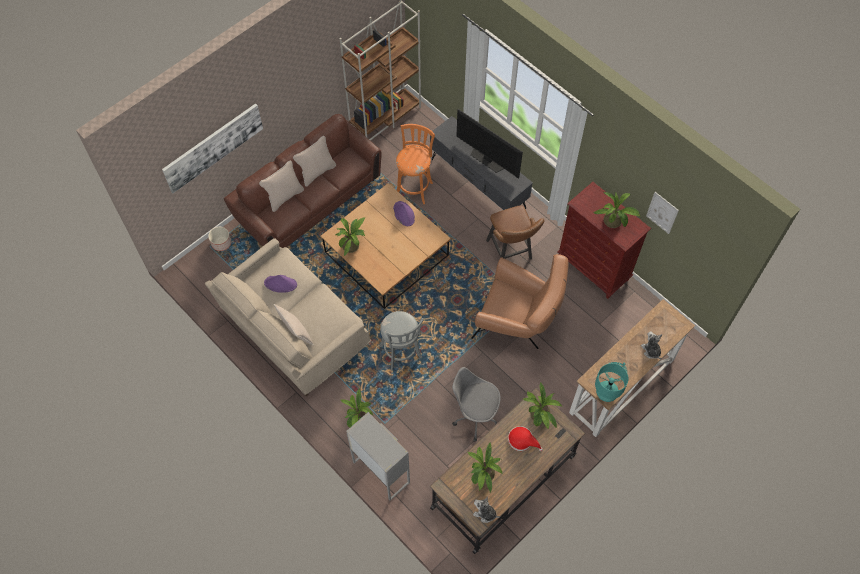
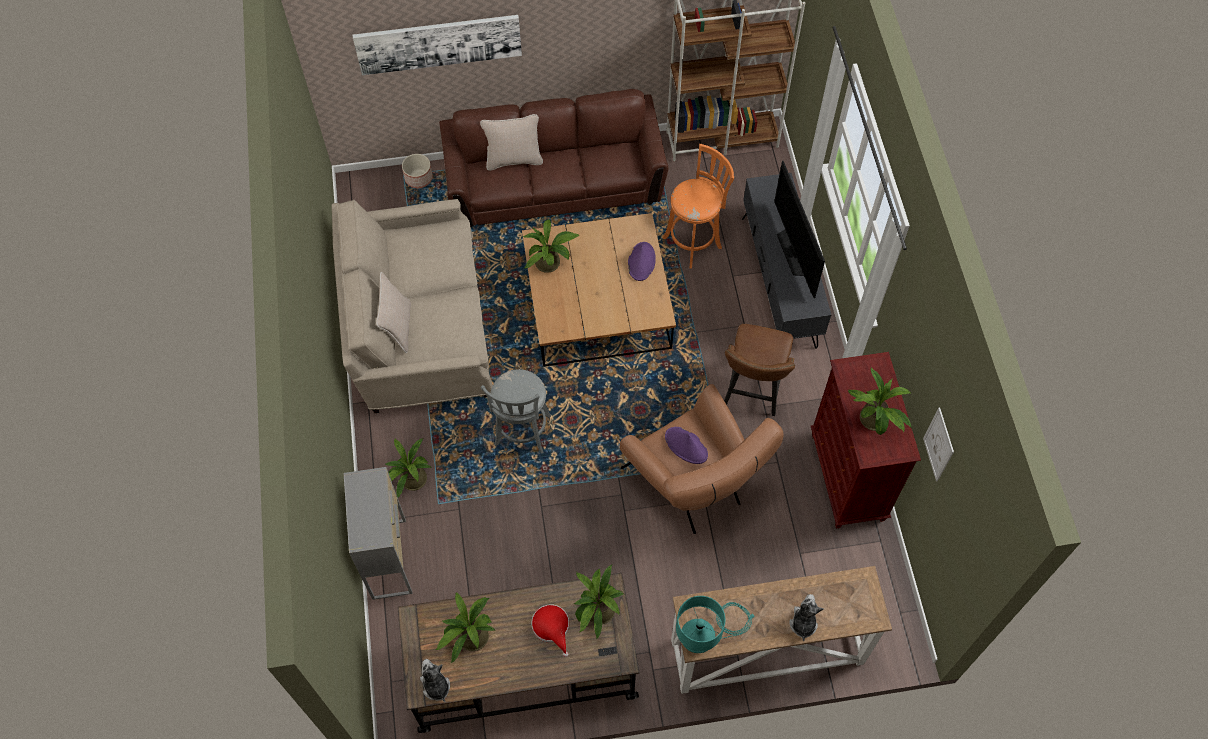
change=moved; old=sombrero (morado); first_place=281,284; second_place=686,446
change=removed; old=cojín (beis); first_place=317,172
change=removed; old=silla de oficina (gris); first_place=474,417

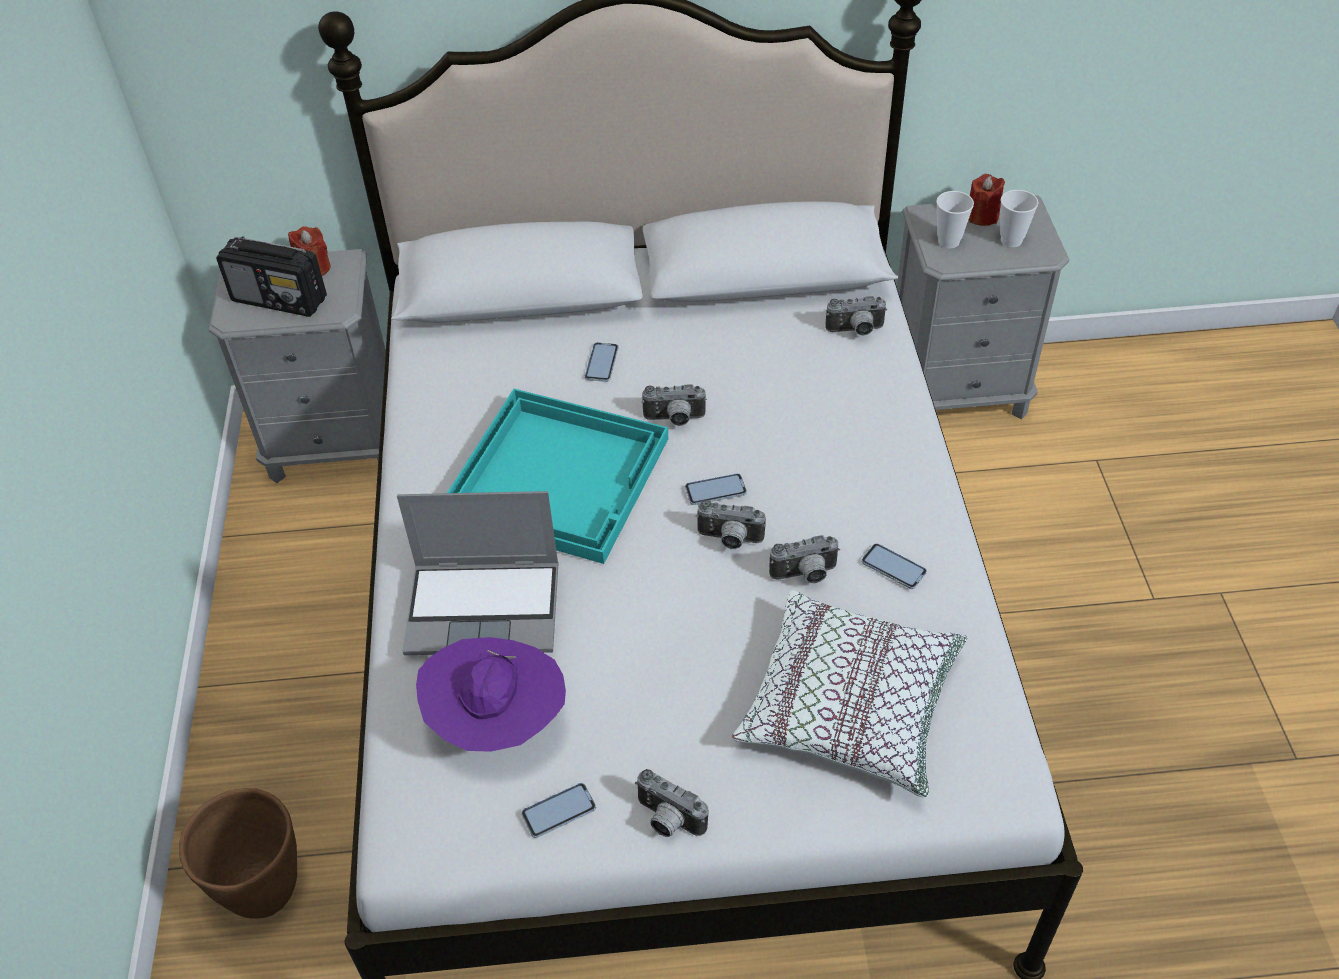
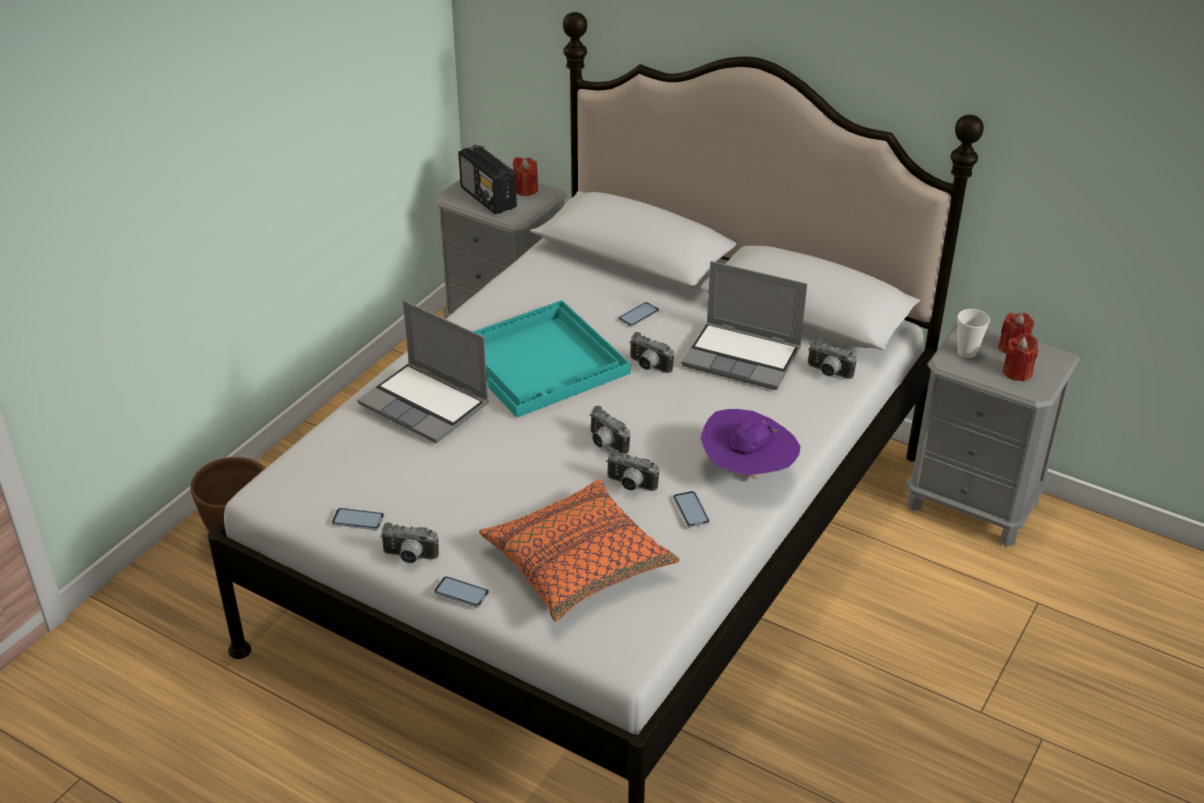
change=moved; old=sombrero (morado); first_place=497,722; second_place=747,473
change=turned; old=cámara; first_place=667,820; second_place=409,557; degrees=-60
change=moved; old=móvil; first_place=715,490; second_place=461,593
change=recoloured; old=cojín (blanco); new=cojín (naranja); first_place=850,704; second_place=578,563
change=replaced; old=taza; new=vela (rojo); first_place=1011,240; second_place=1017,372
change=added; new=portátil; second_place=743,357

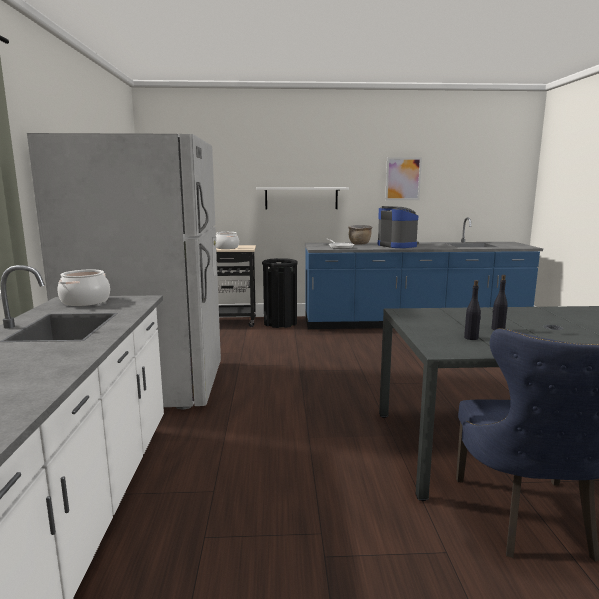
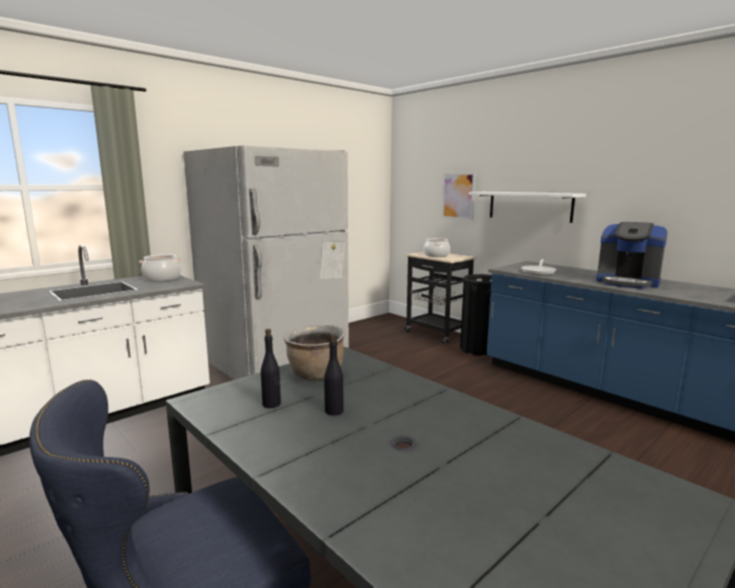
change=moved; old=olla (marrón); first_place=359,244; second_place=316,375
change=turned; old=cafetera; first_place=397,245; second_place=627,282; degrees=105
change=moved; old=cuadro; first_place=403,179; second_place=458,196

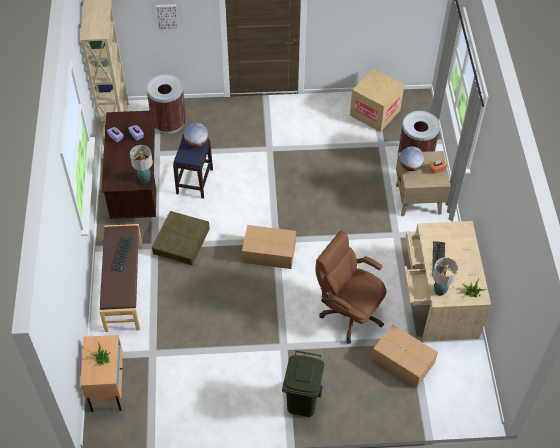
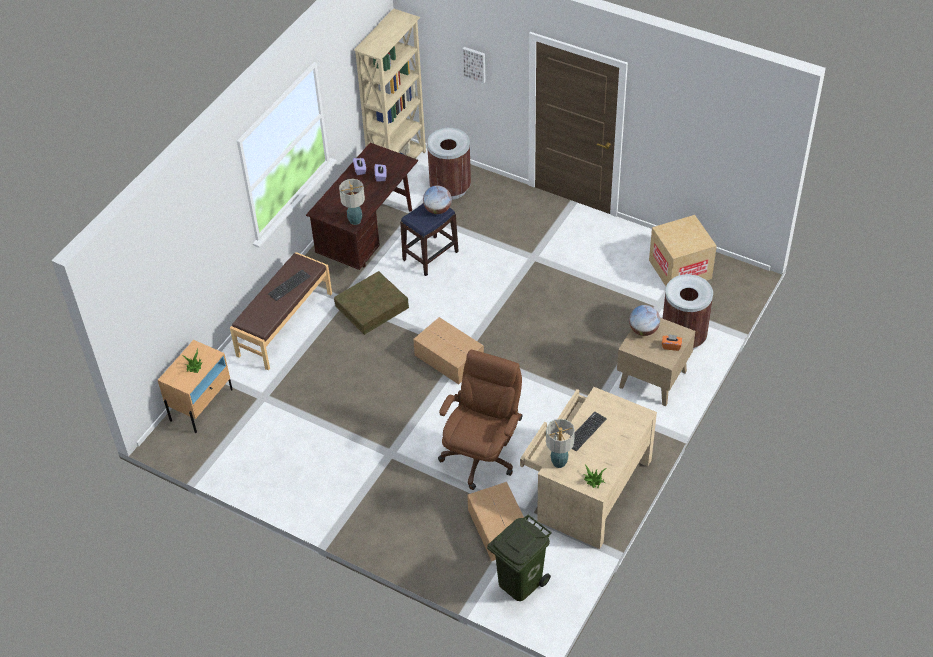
change=moved; old=papelera (verde); first_place=301,402; second_place=519,581
change=turned; old=silla de oficina (marrón); first_place=348,312; second_place=482,454; degrees=45

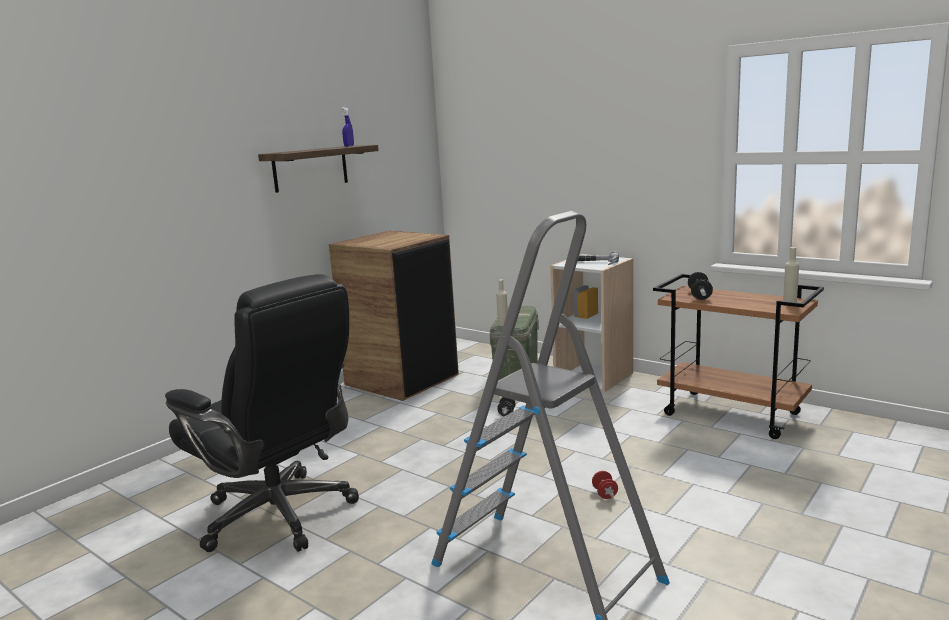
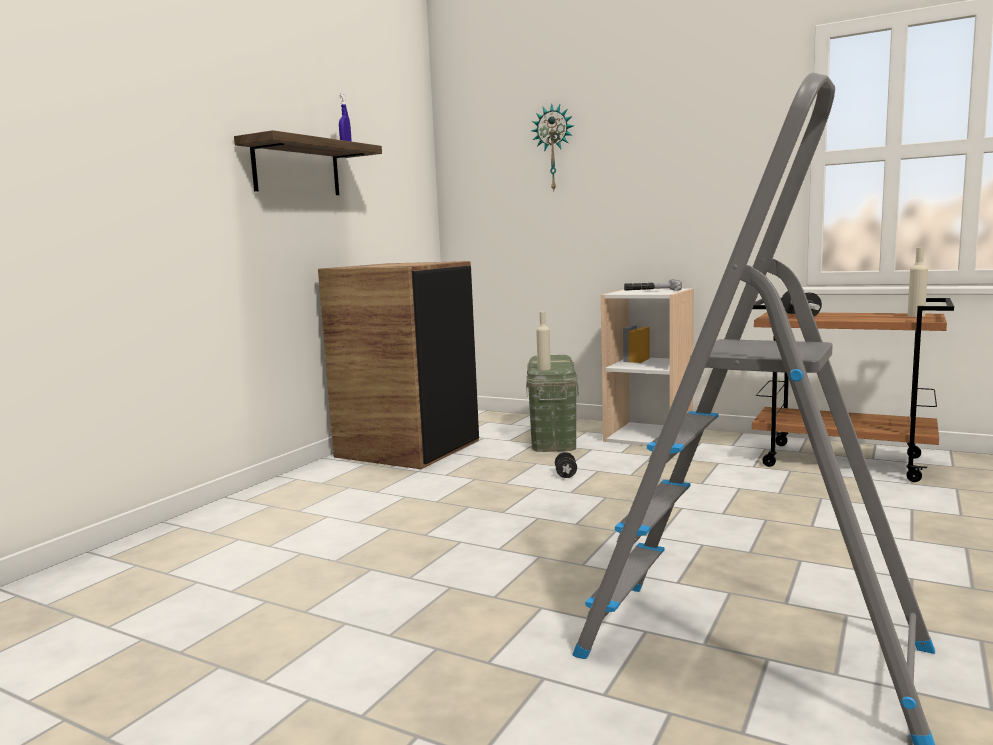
change=removed; old=silla de oficina (negro); first_place=278,514
change=removed; old=mancuerna (rojo); first_place=605,494
change=added; new=reloj de pared; second_place=554,148

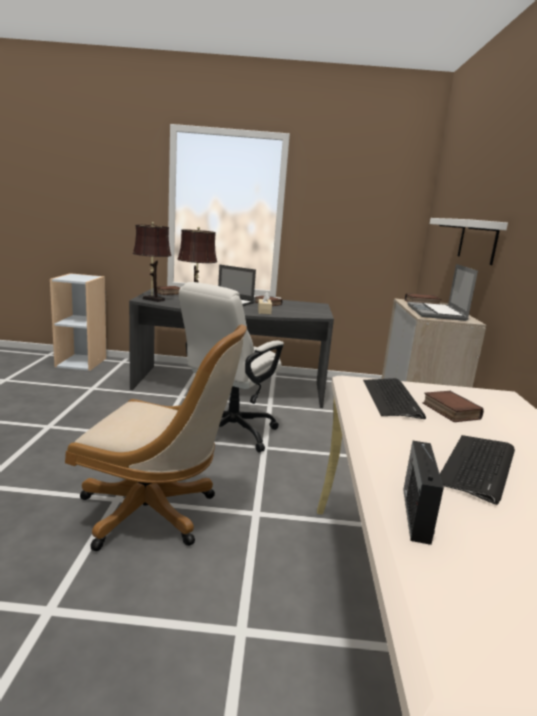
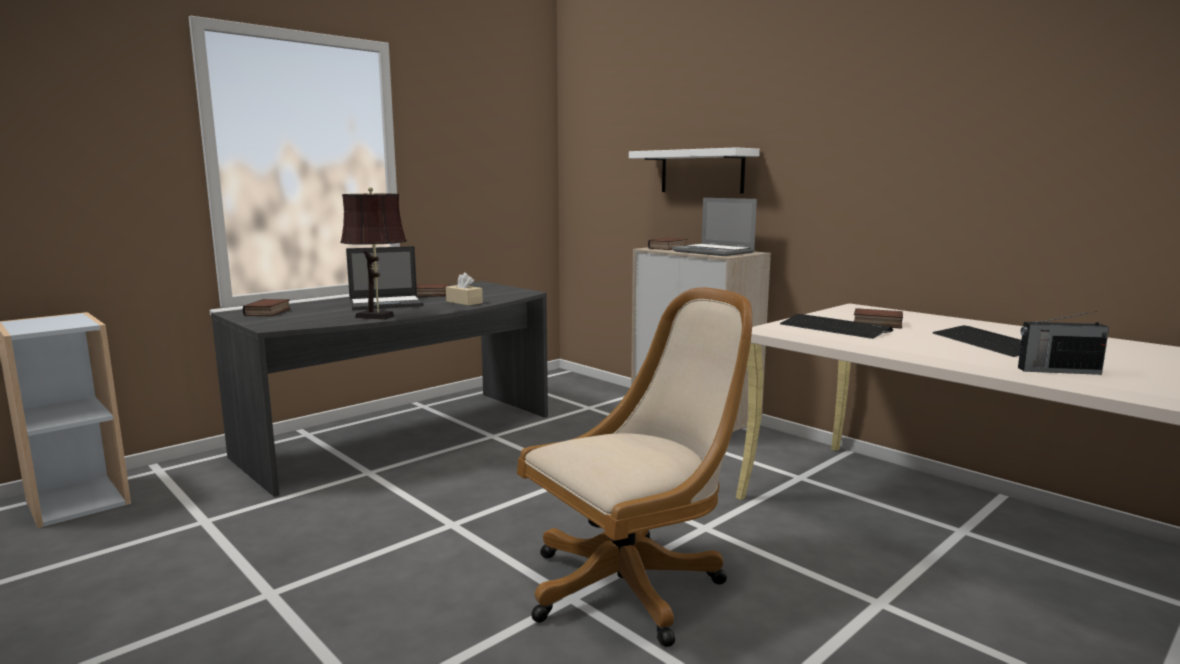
change=removed; old=lámpara de mesa (marrón); first_place=152,299
change=removed; old=silla de oficina (blanco); first_place=229,434
change=turned; old=radio; first_place=416,513; second_place=1057,371; degrees=-45

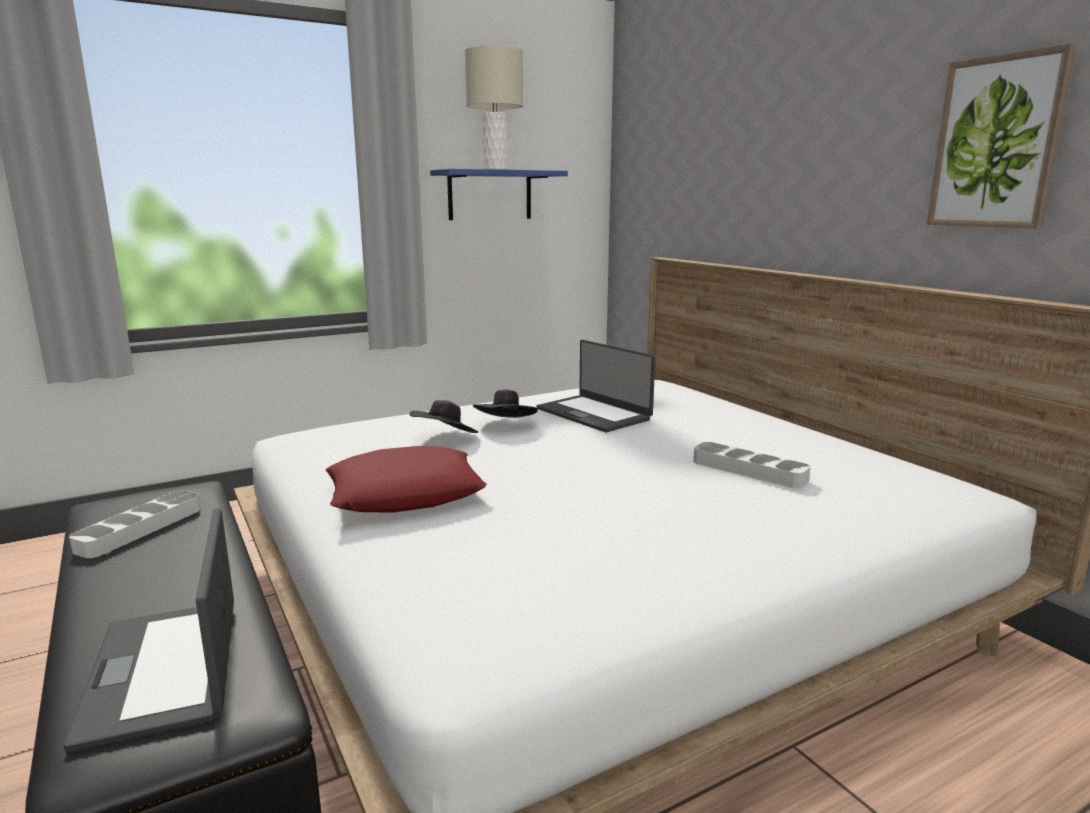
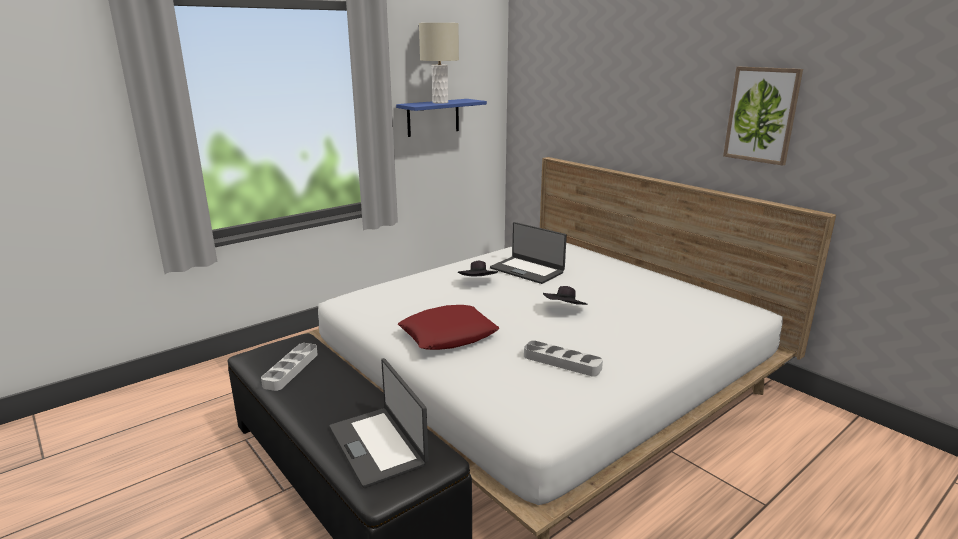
change=moved; old=sombrero (negro); first_place=445,438; second_place=564,310
change=moved; old=bandeja (gris); first_place=748,470; second_place=562,362

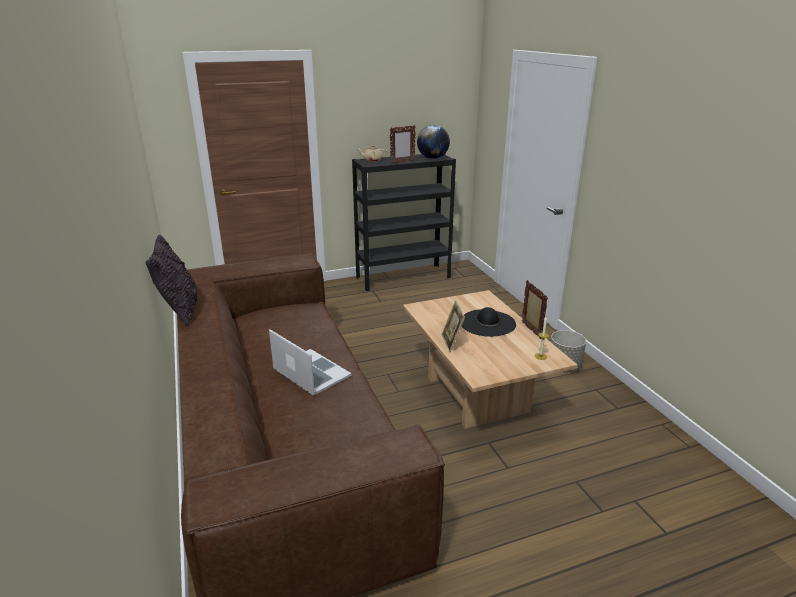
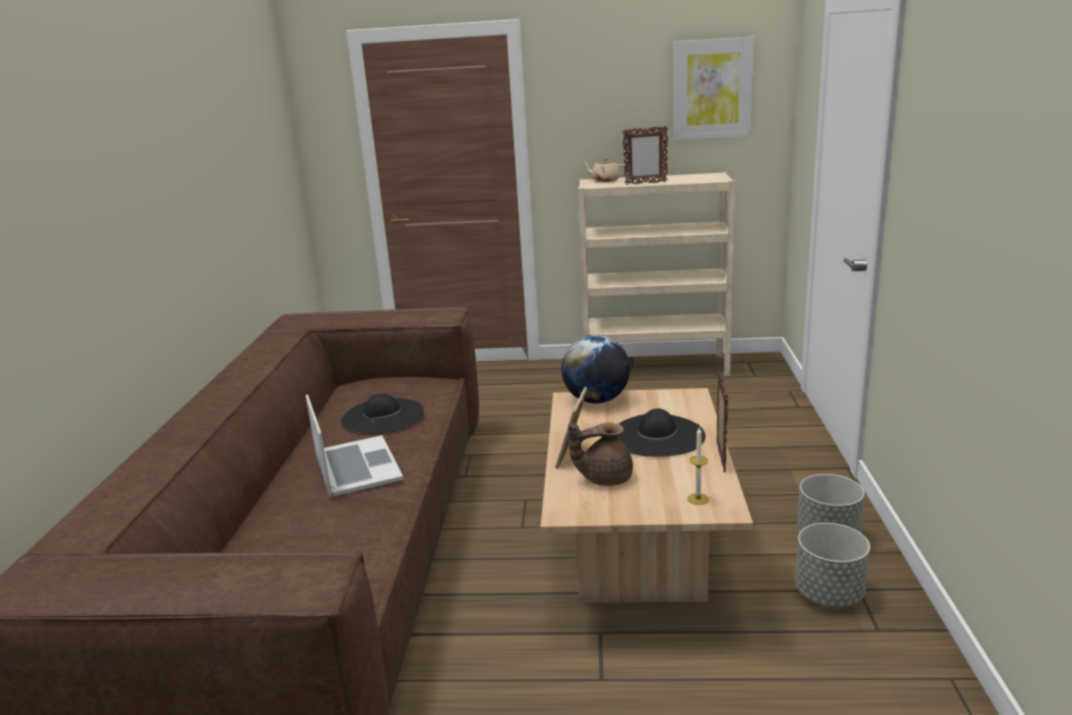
change=removed; old=cojín (negro); first_place=180,310
change=recoloured; old=estantería (negro); new=estantería (beis); first_place=403,277; second_place=655,367
change=moved; old=globo terráqueo; first_place=433,158; second_place=597,400
change=added; new=sombrero (negro); second_place=382,416
change=added; new=tetera (marrón); second_place=604,478
change=added; new=cuadro; second_place=712,89
change=added; new=maceta (gris); second_place=829,594

